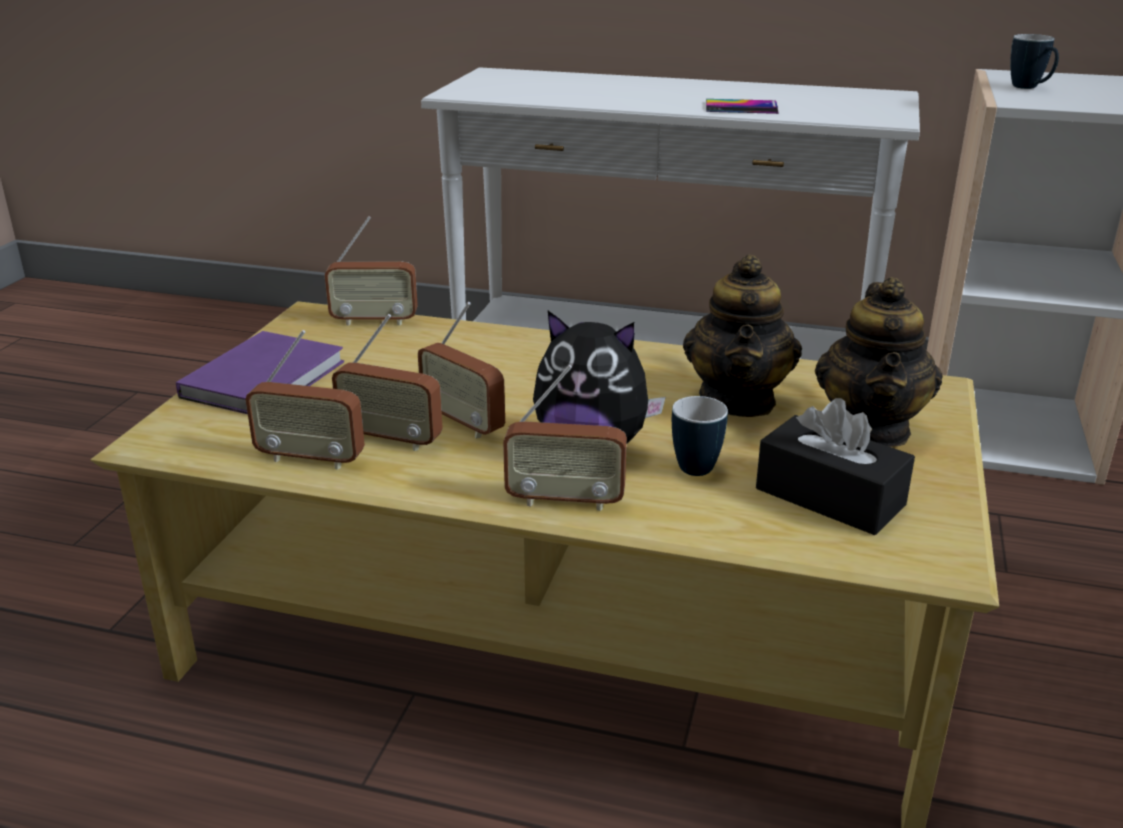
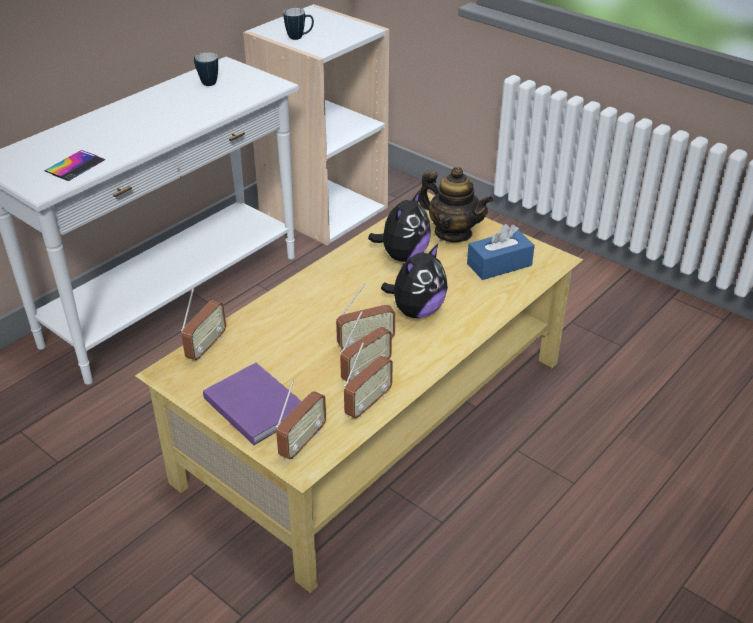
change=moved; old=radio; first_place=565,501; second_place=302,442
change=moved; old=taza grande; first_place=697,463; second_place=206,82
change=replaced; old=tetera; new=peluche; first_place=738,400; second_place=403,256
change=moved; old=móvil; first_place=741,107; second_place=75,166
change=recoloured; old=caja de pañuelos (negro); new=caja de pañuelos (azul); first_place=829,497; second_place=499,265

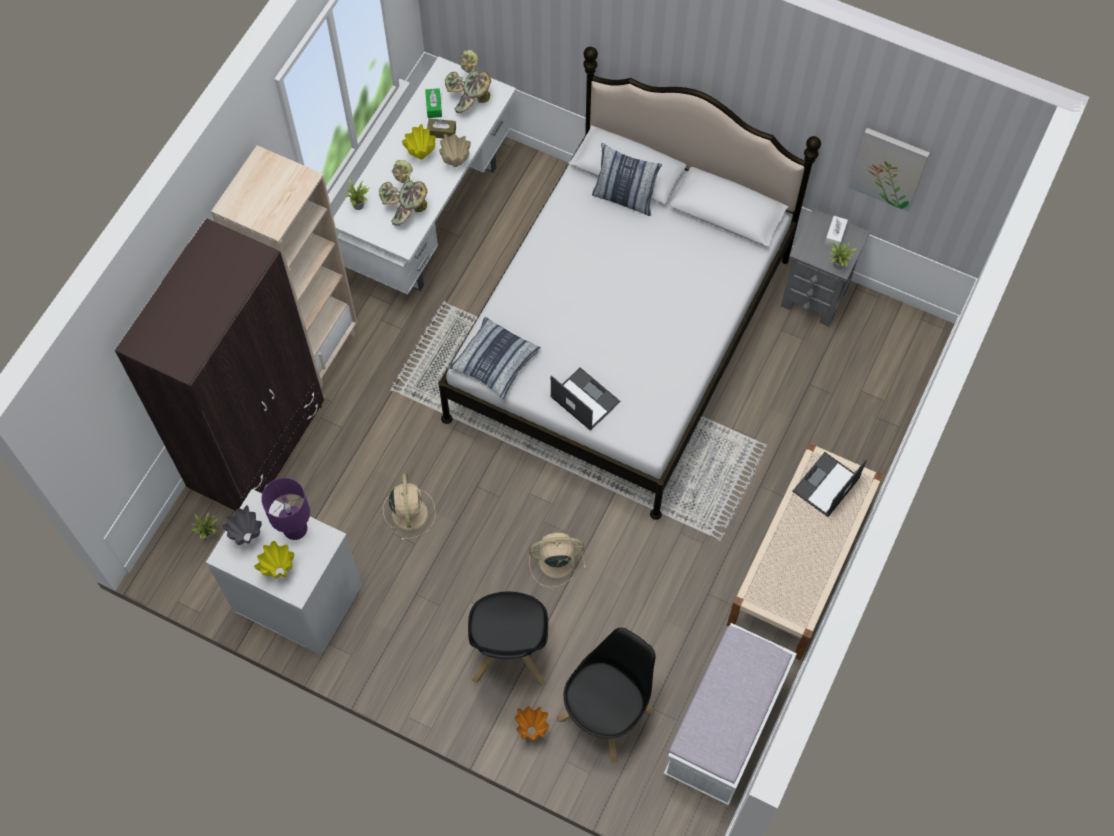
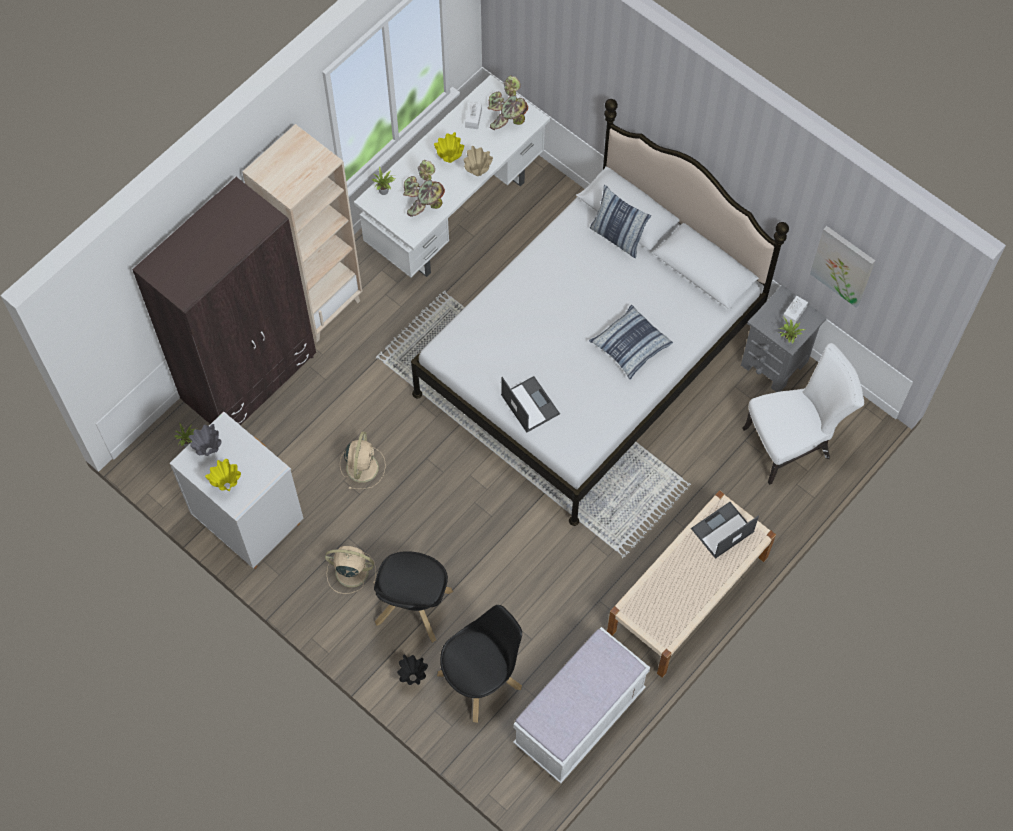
change=removed; old=lámpara de mesa (morado); first_place=296,530
change=recoloured; old=caja de pañuelos (verde); new=caja de pañuelos (blanco); first_place=434,106; second_place=473,118
change=removed; old=caja de pañuelos (marrón); first_place=441,132
change=moved; old=cojín; first_place=494,362; second_place=630,346
change=recoloured; old=florero (naranja); new=florero (negro); first_place=532,731; second_place=413,678
change=moved; old=ventilador (beis); first_place=554,561; second_place=350,571
change=added; new=silla (blanco); second_place=792,443

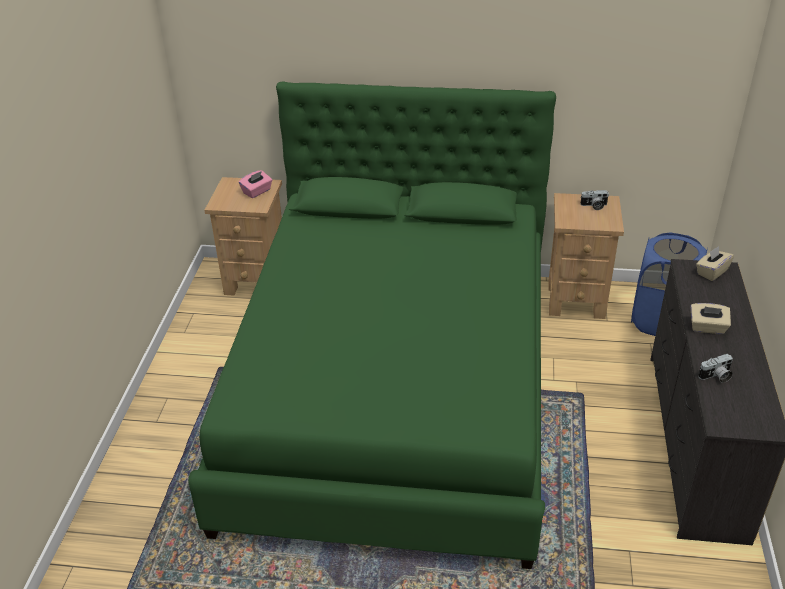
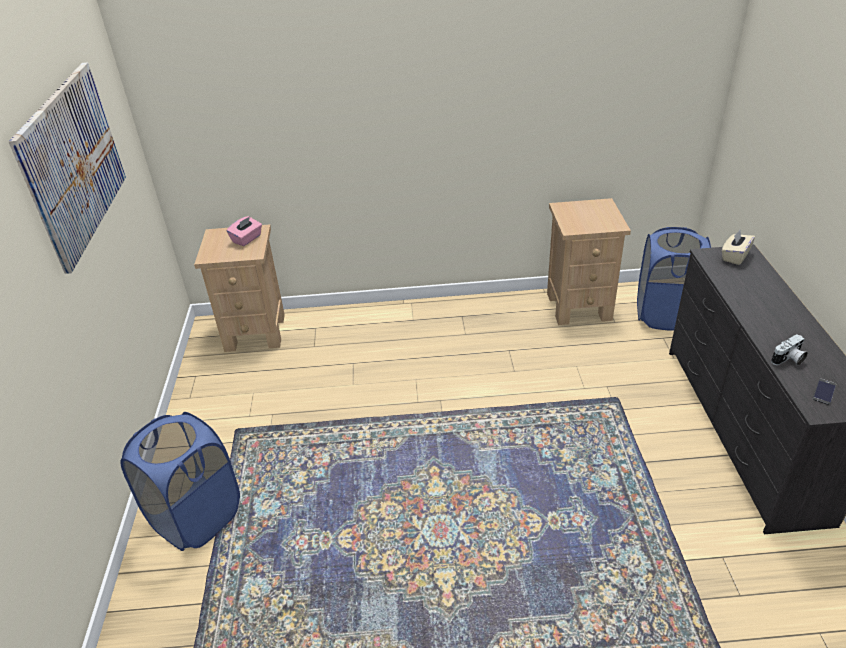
change=removed; old=cama (verde); first_place=395,389
change=removed; old=cámara; first_place=594,206
change=removed; old=caja de pañuelos (beis); first_place=707,328
change=added; new=cuadro; second_place=73,162
change=added; new=cesto de la ropa (azul); second_place=197,517
change=added; new=móvil; second_place=824,392

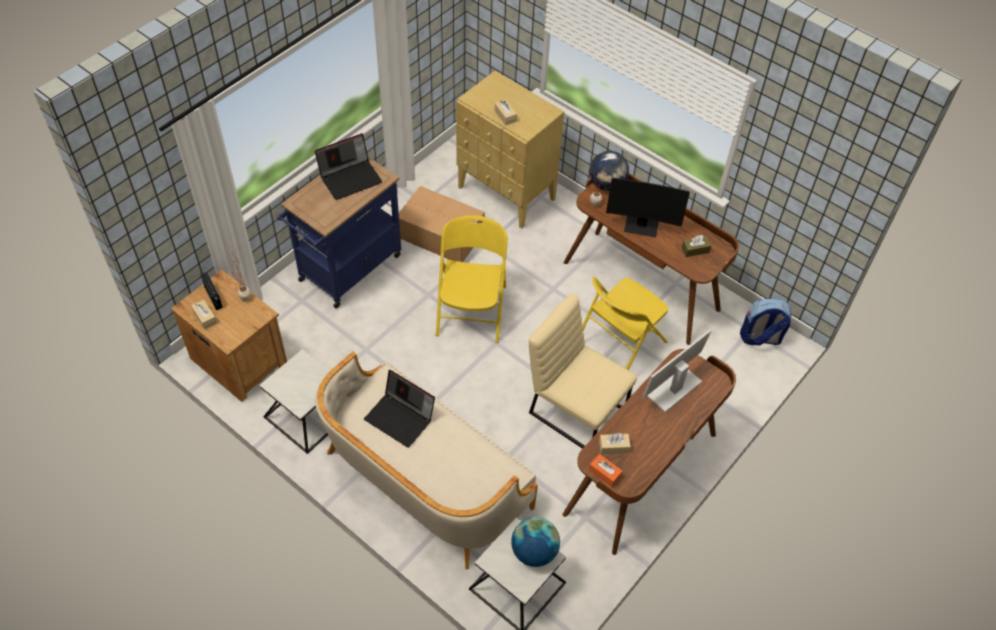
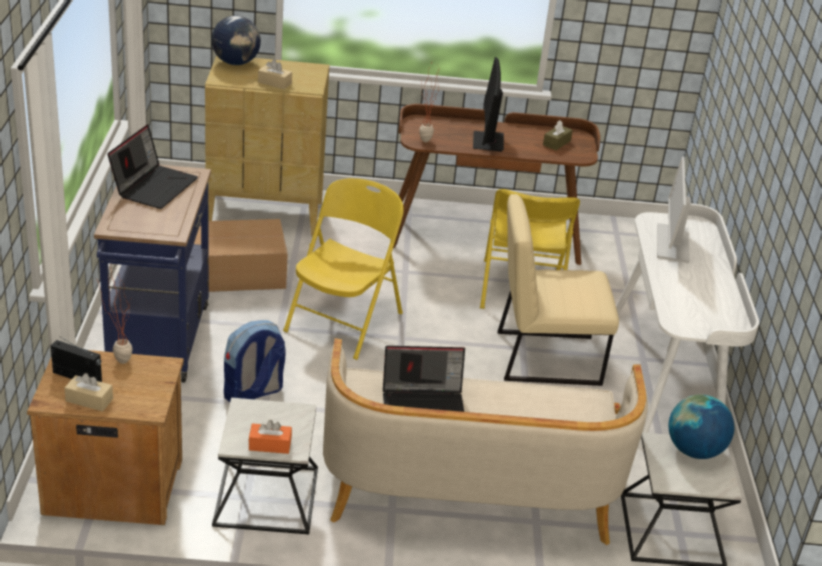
change=turned; old=silla (amarillo); first_place=471,311; second_place=344,322; degrees=60
change=recoloured; old=escritorio (marrón); new=escritorio (blanco); first_place=642,474; second_place=665,379
change=moved; old=globo terráqueo; first_place=607,185; second_place=236,63
change=moved; old=caja de pañuelos (naranja); first_place=605,473; second_place=270,445
change=removed; old=caja de pañuelos (beis); first_place=613,447
change=turned; old=monitor; first_place=641,225; second_place=488,142; degrees=120
change=moved; old=mochila; first_place=760,338; second_place=253,393

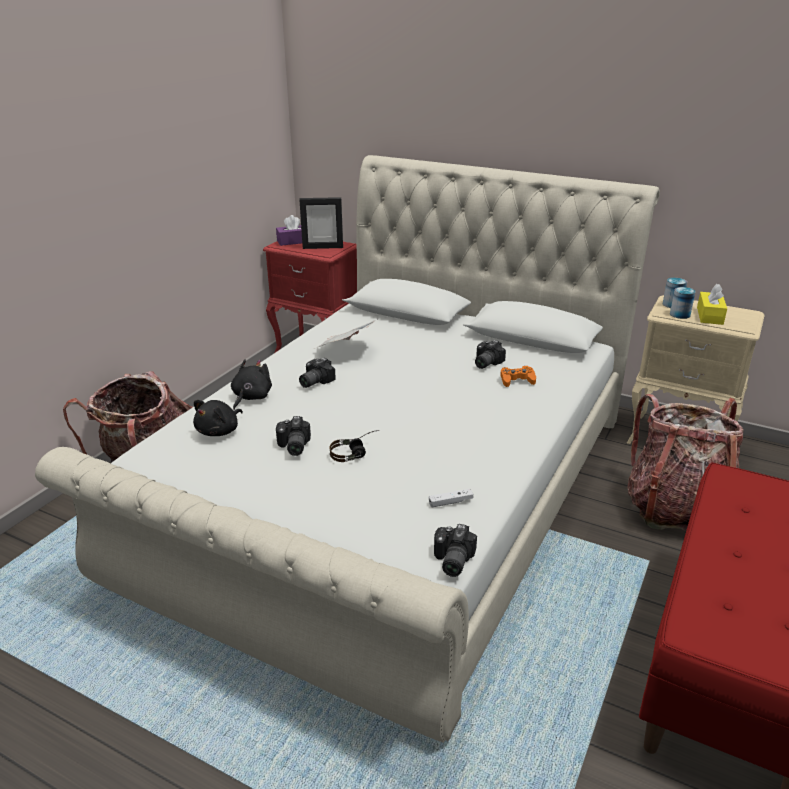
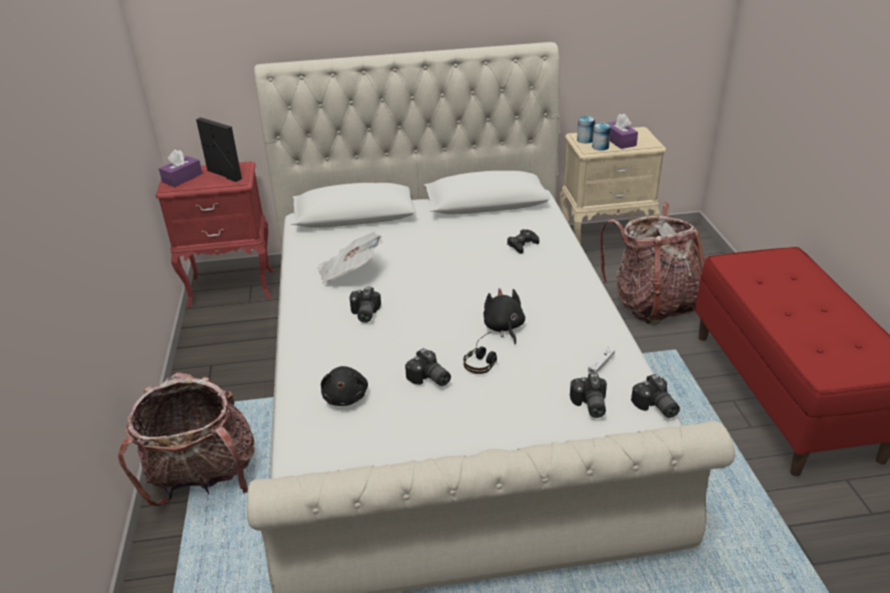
change=moved; old=peluche (negro); first_place=251,397; second_place=504,327
change=turned; old=portarretratos; first_place=323,247; second_place=223,175; degrees=-105
change=moved; old=cámara; first_place=485,363; second_place=589,405
change=recoloured; old=mando de consola (naranja); new=mando de consola (negro); first_place=517,380; second_place=522,245
change=recoloured; old=caja de pañuelos (amarillo); new=caja de pañuelos (morado); first_place=709,316; second_place=619,141

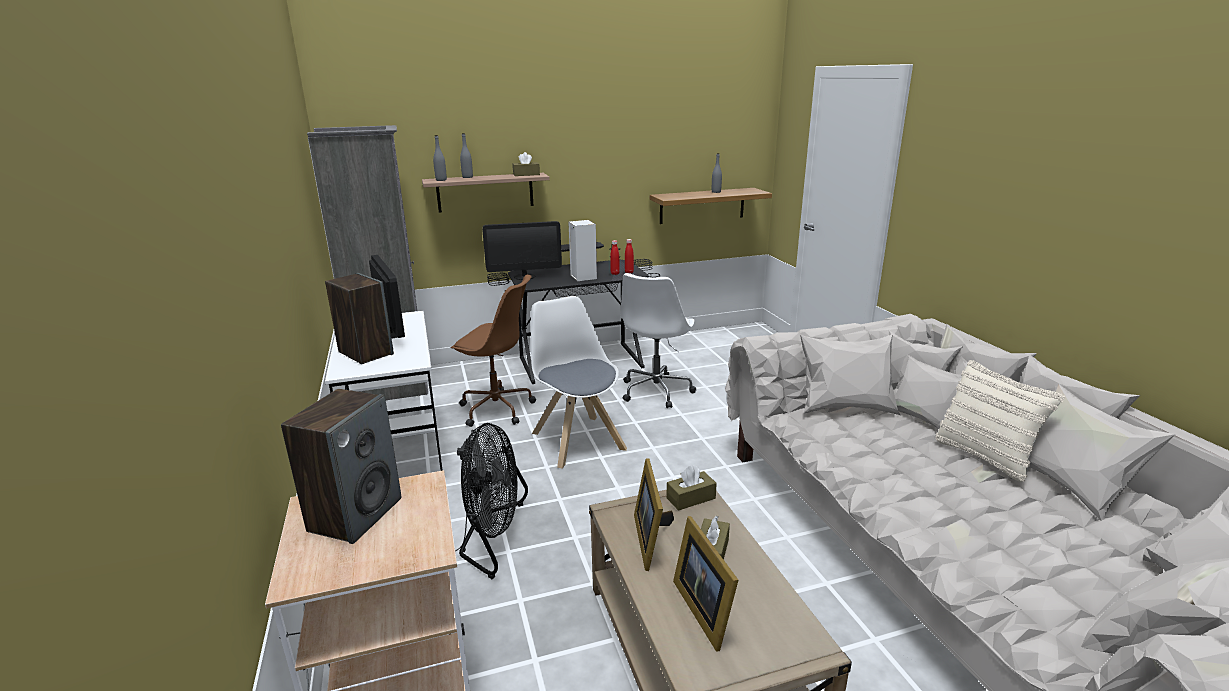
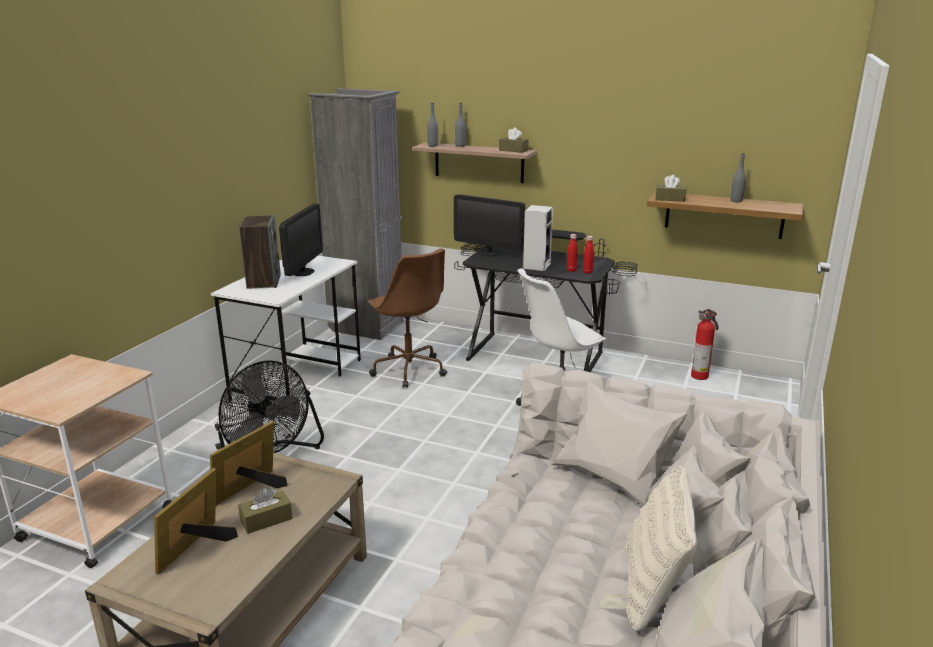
change=removed; old=altavoz; first_place=355,514
change=removed; old=silla; first_place=577,439
change=moved; old=caja de pañuelos (marrón); first_place=691,498; second_place=670,199
change=added; new=extintor; second_place=700,376

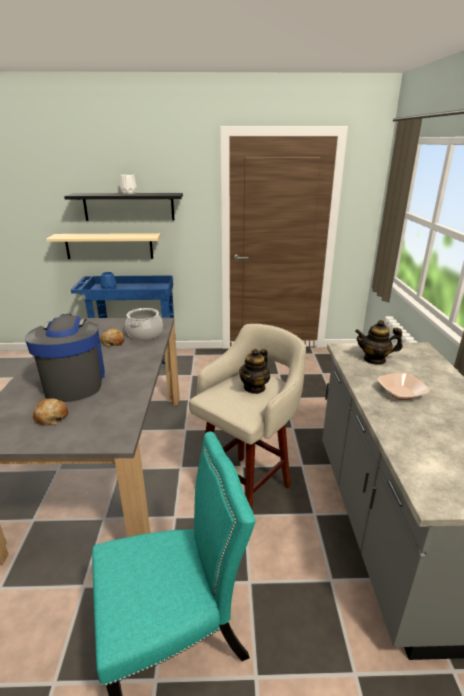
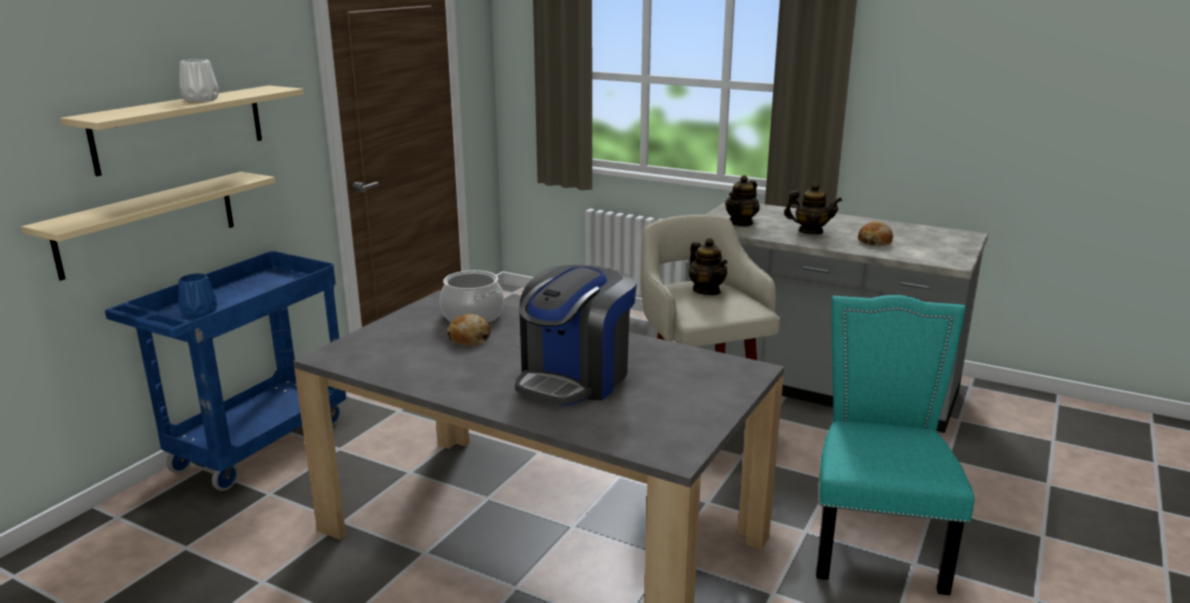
change=turned; old=cafetera; first_place=74,382; second_place=575,378; degrees=-75
change=moved; old=pan; first_place=51,417; second_place=875,241
change=recoloured; old=estante (negro); new=estante (beis); first_place=129,206; second_place=180,128
change=replaced; old=cuenco; new=tetera; first_place=401,392; second_place=810,232

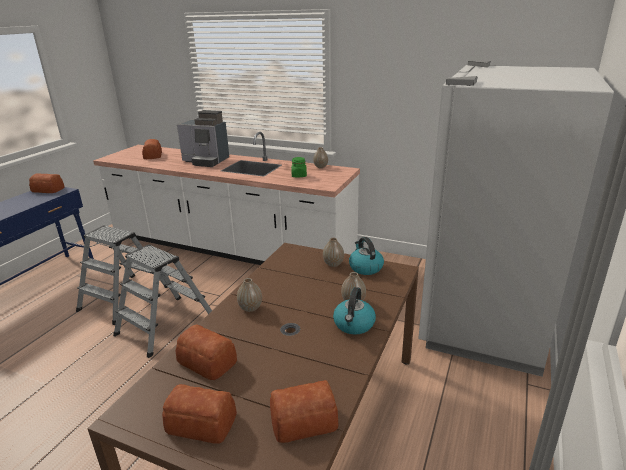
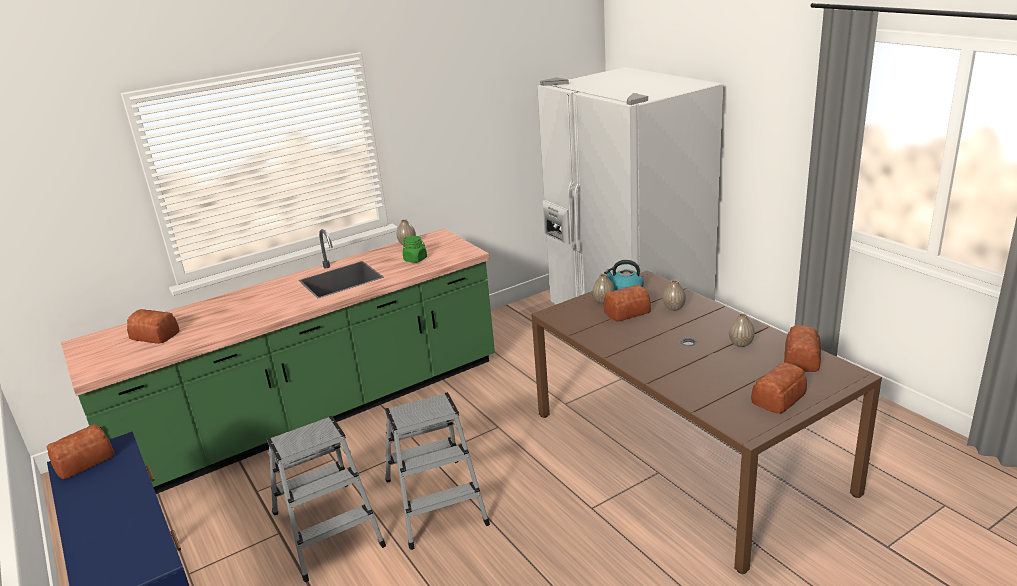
change=recoloured; old=mueble bajo de cocina (blanco); new=mueble bajo de cocina (verde); first_place=229,249; second_place=316,414
change=moved; old=pan; first_place=207,360; second_place=625,312
change=removed; old=cafetera; first_place=206,161
change=moved; old=florero; first_place=250,308; second_place=740,344
change=removed; old=hervidor; first_place=354,325

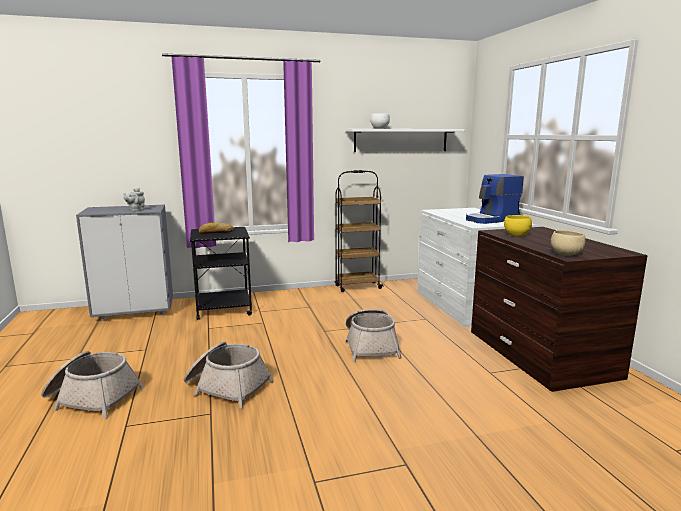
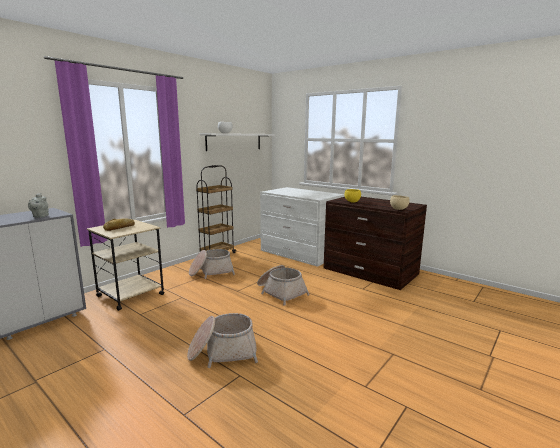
change=moved; old=cesta; first_place=92,397; second_place=211,272
change=recoloured; old=carrito (negro); new=carrito (beis); first_place=224,308; second_place=131,295
change=removed; old=cafetera; first_place=492,220

